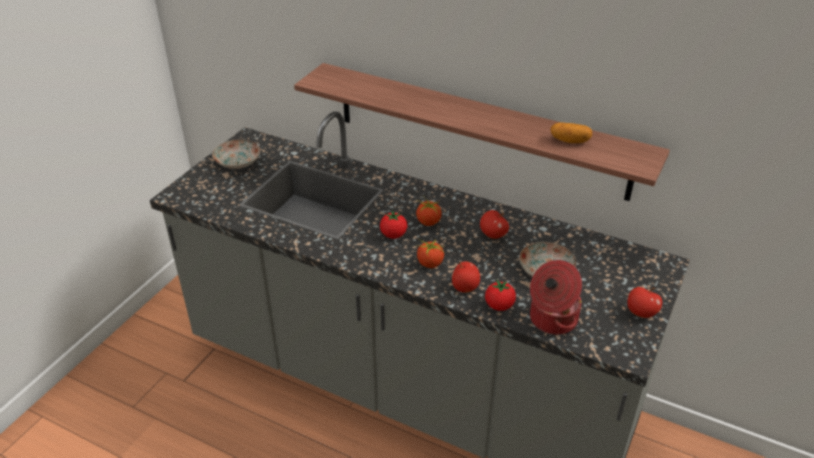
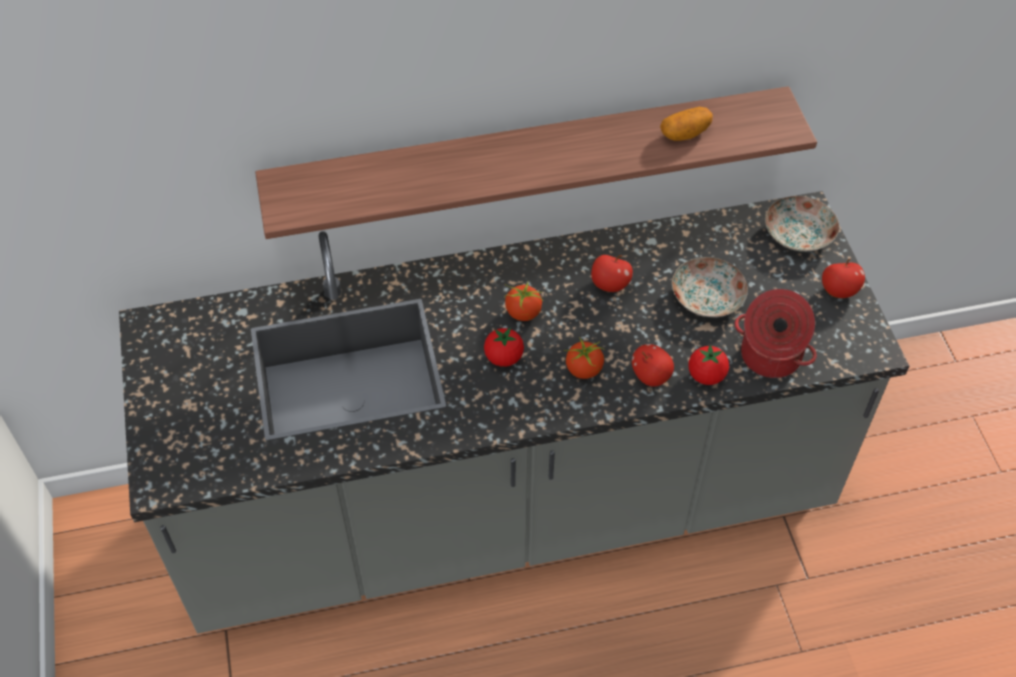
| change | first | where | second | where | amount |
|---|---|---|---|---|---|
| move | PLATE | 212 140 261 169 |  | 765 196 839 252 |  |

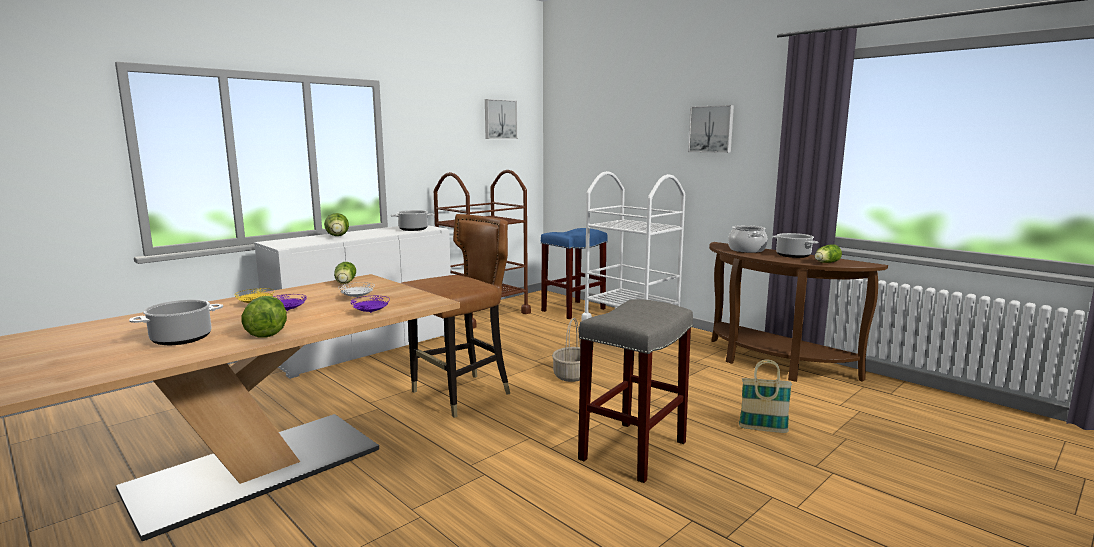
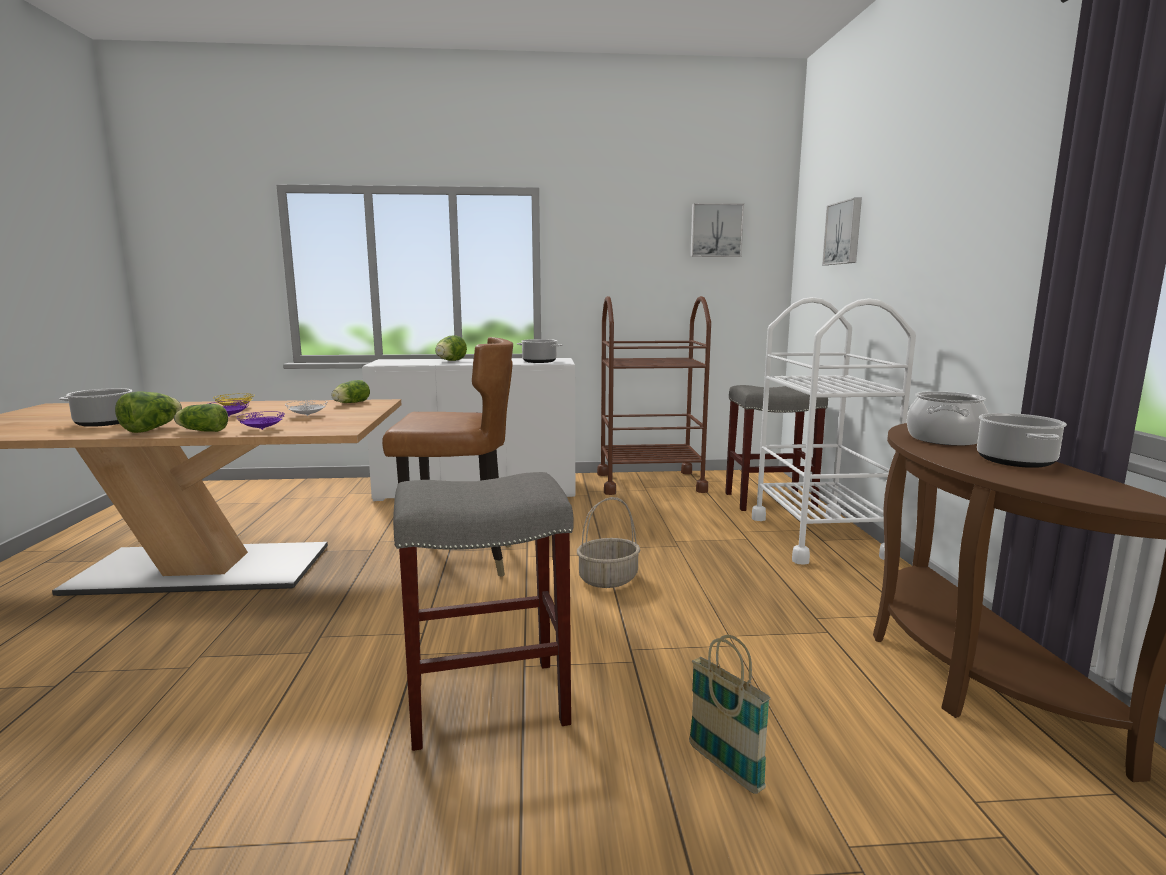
| change | first | where | second | where | amount |
|---|---|---|---|---|---|
| move | LETTUCE | 815 244 842 263 |  | 174 404 228 432 |  |
| recolor | BLUE STOOL | 541 228 608 319 | GREY STOOL | 725 385 828 511 |  |
| move | PICTURE | 688 105 734 153 |  | 822 197 862 265 |  |

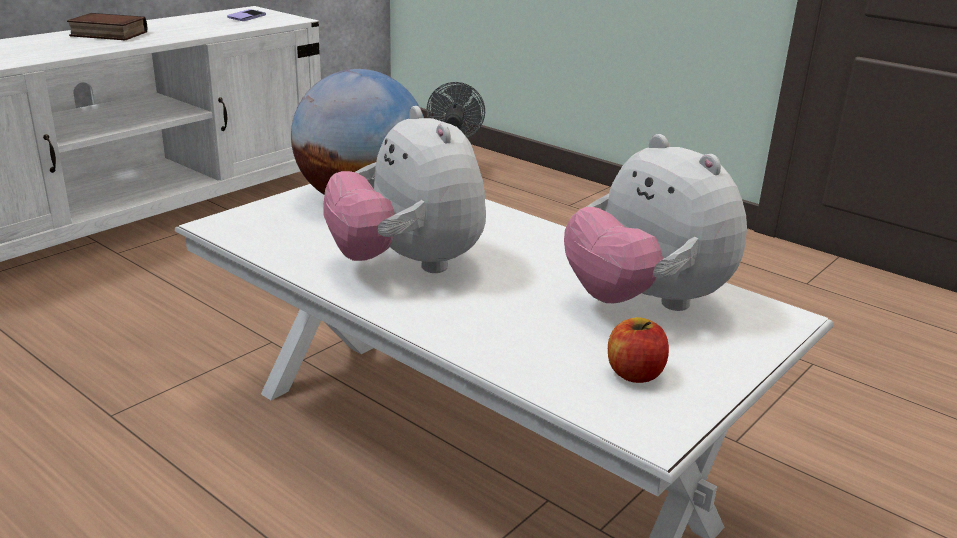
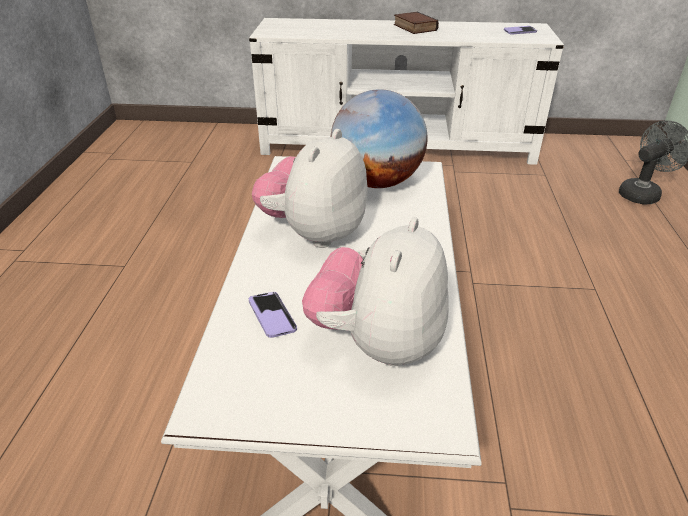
| change | first | where | second | where | amount |
|---|---|---|---|---|---|
| insert |  |  | PHONE | 249 292 297 338 |  |
| delete | APPLE | 608 317 669 383 |  |  |  |

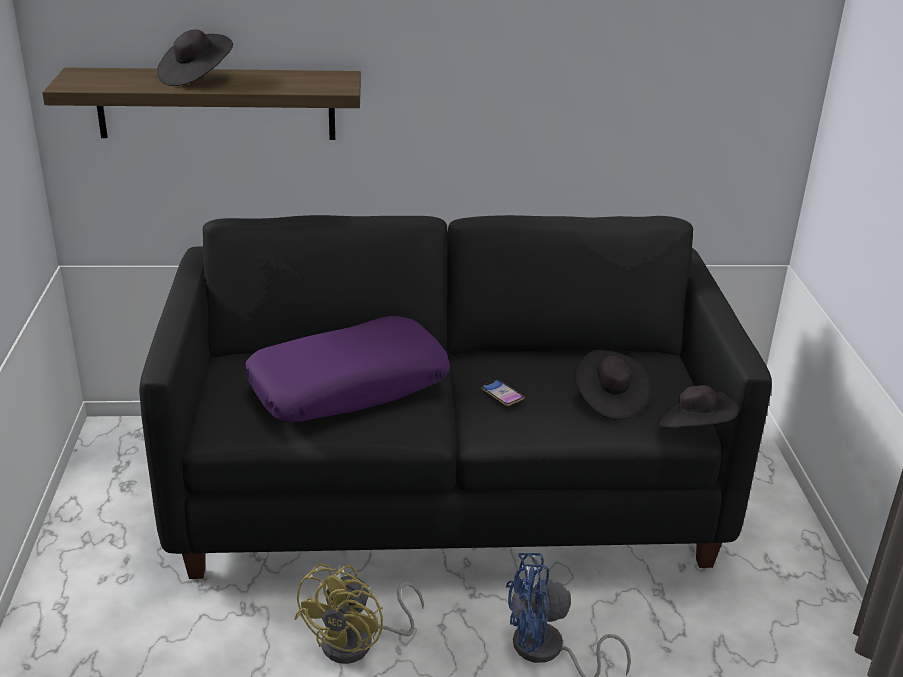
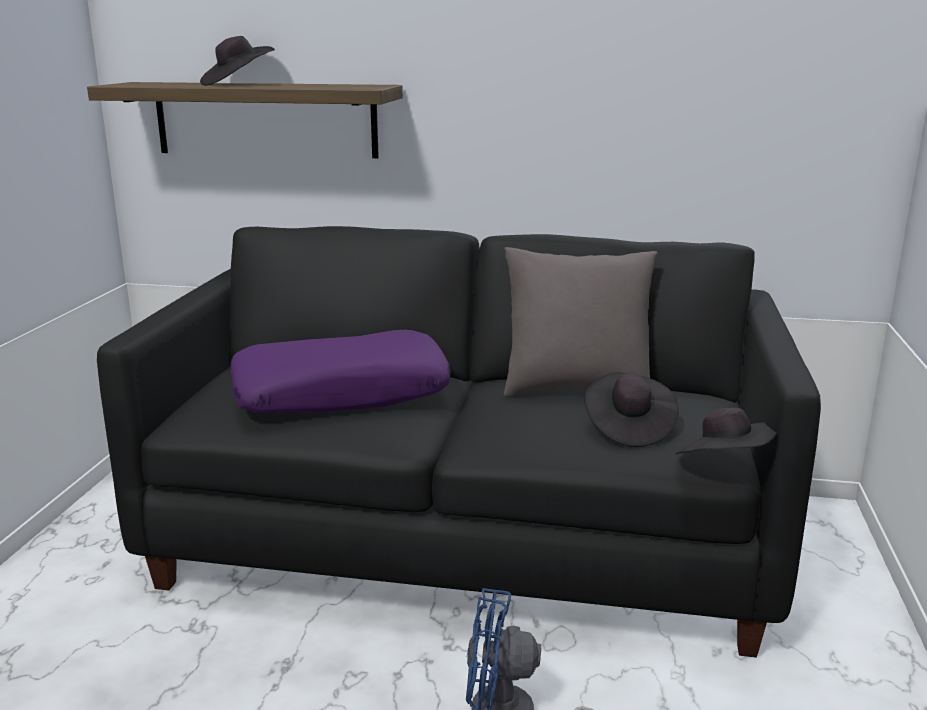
| change | first | where | second | where | amount |
|---|---|---|---|---|---|
| insert |  |  | GREY PILLOW | 504 247 658 396 |  |
| delete | YELLOW FAN | 294 564 424 664 |  |  |  |
| delete | PHONE | 481 380 525 406 |  |  |  |

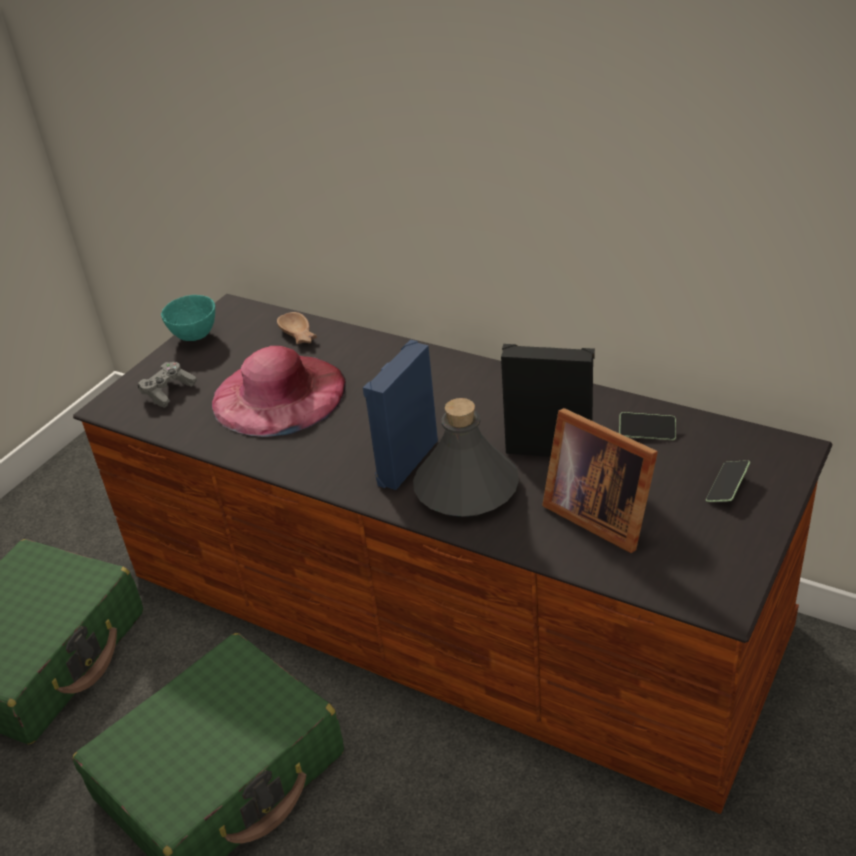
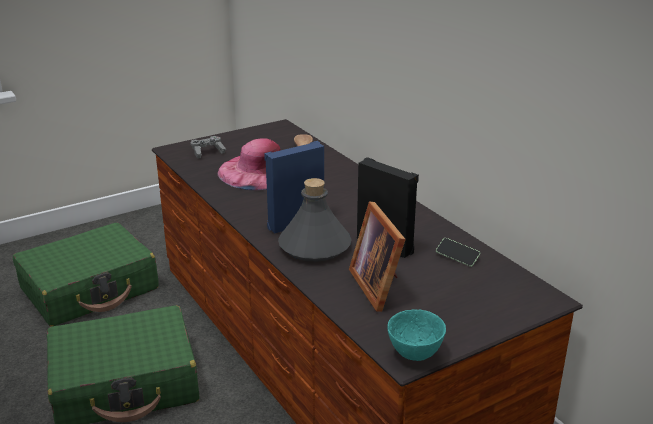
| change | first | where | second | where | amount |
|---|---|---|---|---|---|
| move | TURQUOISE BOWL | 161 295 215 341 |  | 388 309 446 361 |  |
| delete | PHONE | 706 460 750 502 |  |  |  |

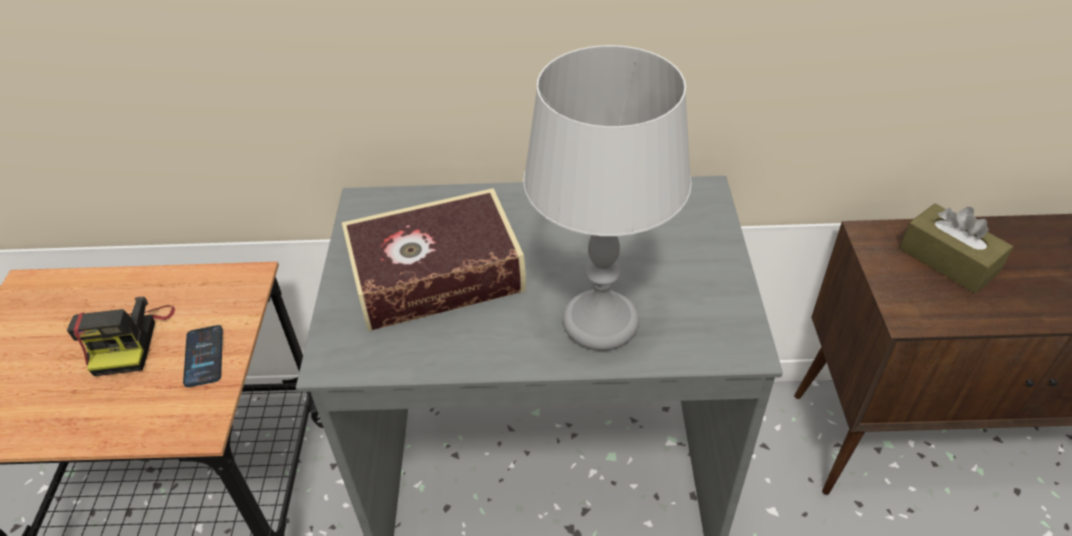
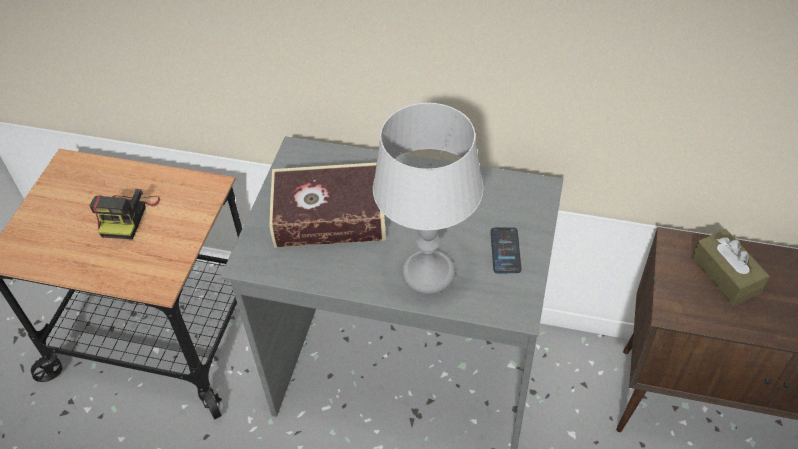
| change | first | where | second | where | amount |
|---|---|---|---|---|---|
| move | PHONE | 183 325 223 387 |  | 491 227 521 273 |  |

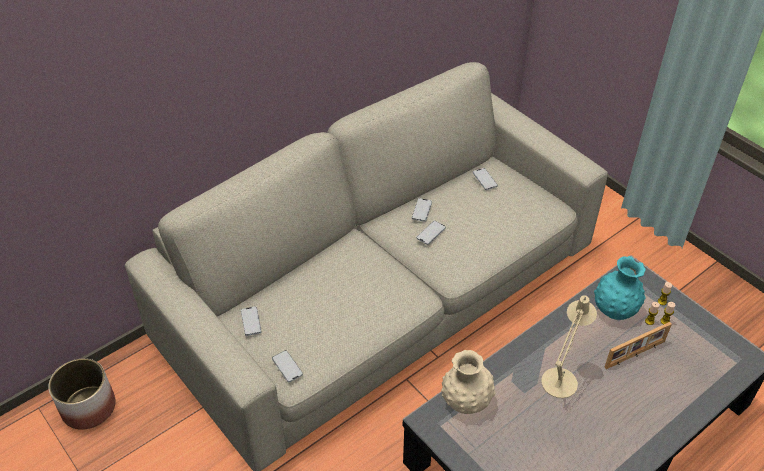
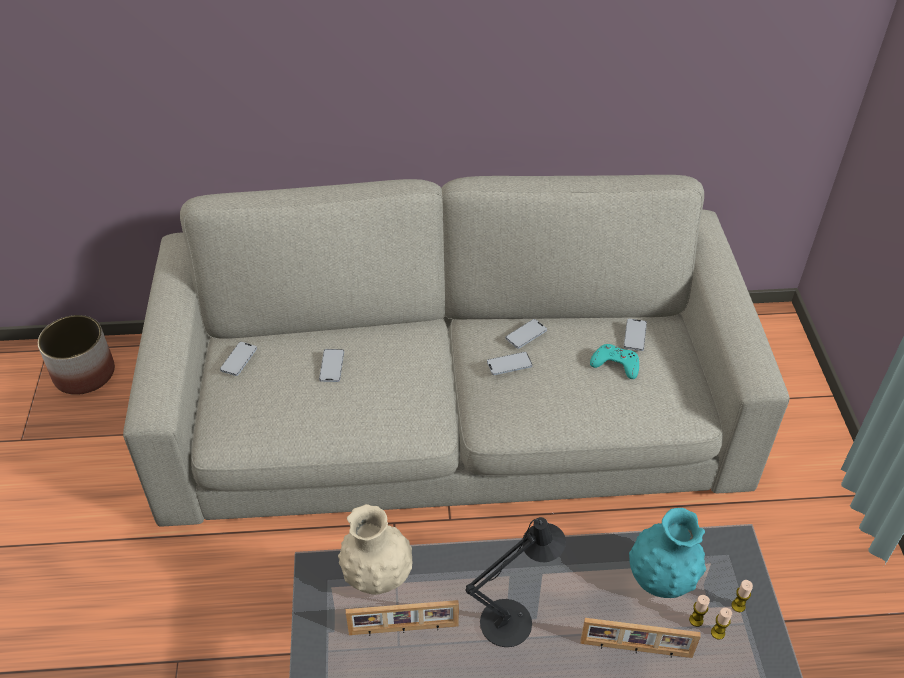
| change | first | where | second | where | amount |
|---|---|---|---|---|---|
| move | PHONE | 272 350 303 382 |  | 319 349 344 382 |  |
| insert |  |  | PICTURE FRAME | 346 600 459 636 |  |
| recolor | BEIGE TABLE LAMP | 541 295 597 398 | BLACK TABLE LAMP | 465 517 566 647 |  |
| insert |  |  | TURQUOISE GAME CONTROLLER | 590 344 639 379 |  |

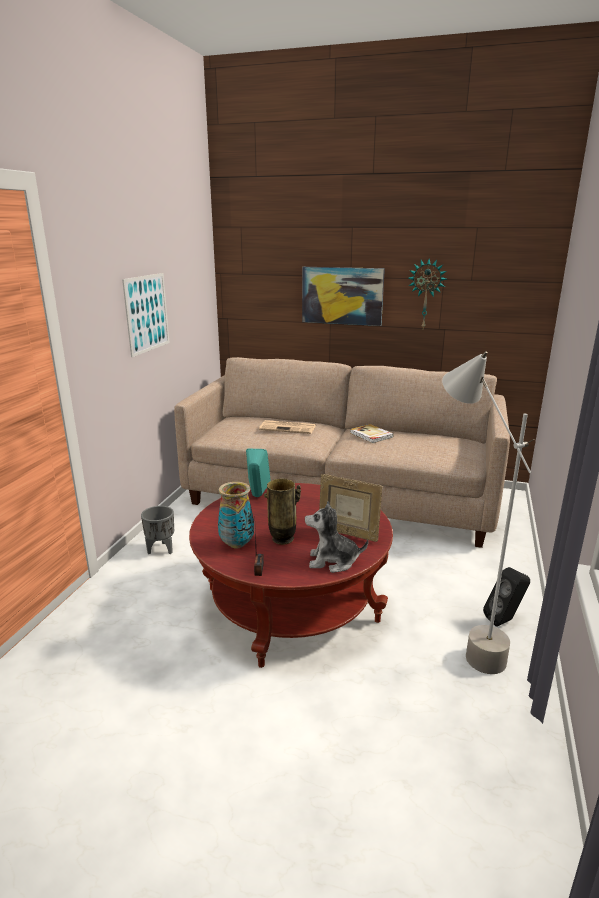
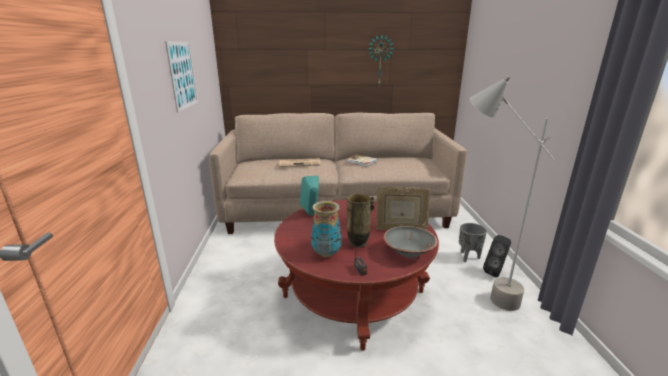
| change | first | where | second | where | amount |
|---|---|---|---|---|---|
| replace | PLUSH TOY | 305 501 368 573 | GREY BOWL | 384 226 438 258 |  |
| move | GREY PLANTER | 141 506 174 554 |  | 459 223 487 262 |  |
| delete | PICTURE | 302 267 385 326 |  |  |  |

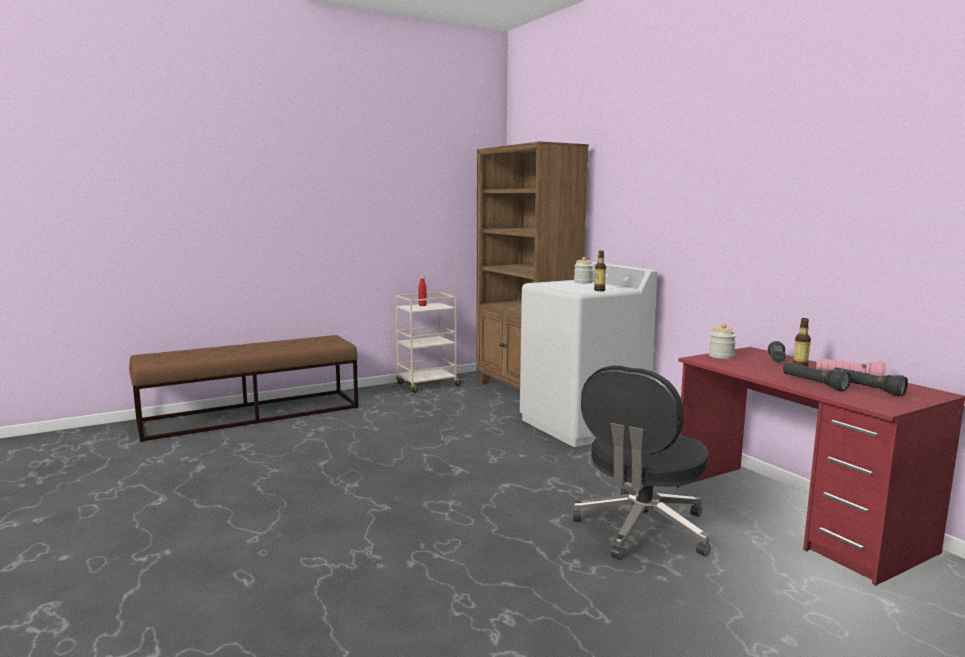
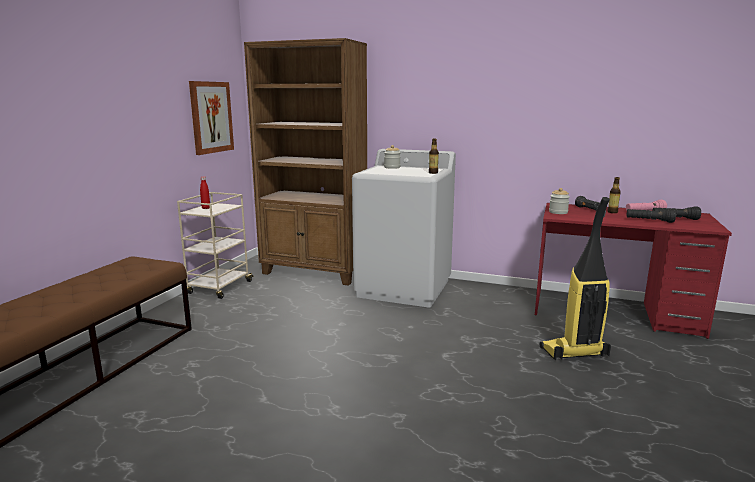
| change | first | where | second | where | amount |
|---|---|---|---|---|---|
| insert |  |  | PICTURE | 189 81 234 155 |  |
| replace | BLACK OFFICE CHAIR | 572 366 710 560 | VACUUM CLEANER | 539 197 611 360 |  |

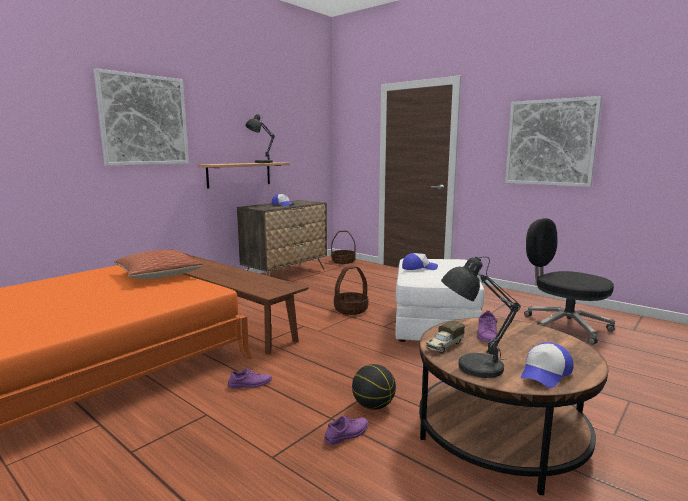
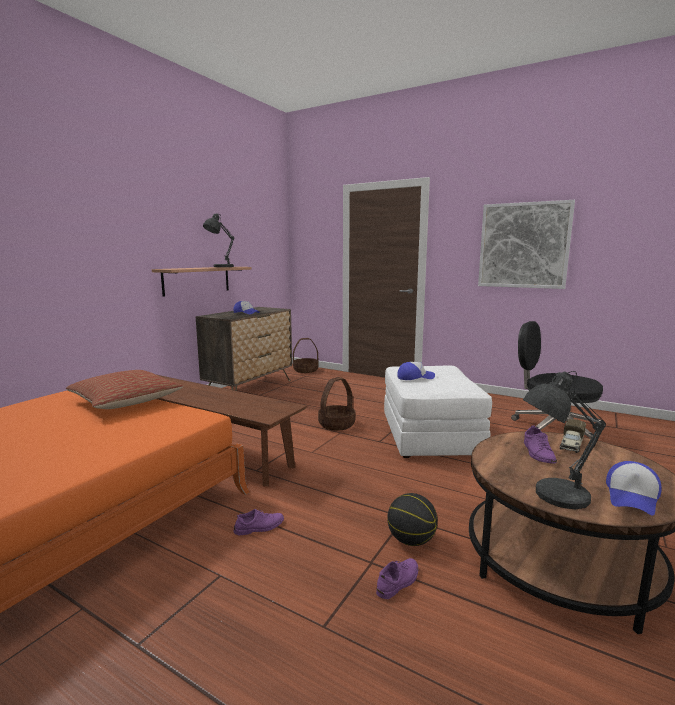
| change | first | where | second | where | amount |
|---|---|---|---|---|---|
| move | TOY TRUCK | 426 320 465 353 |  | 560 419 586 453 |  |
| delete | PICTURE | 94 68 189 166 |  |  |  |

